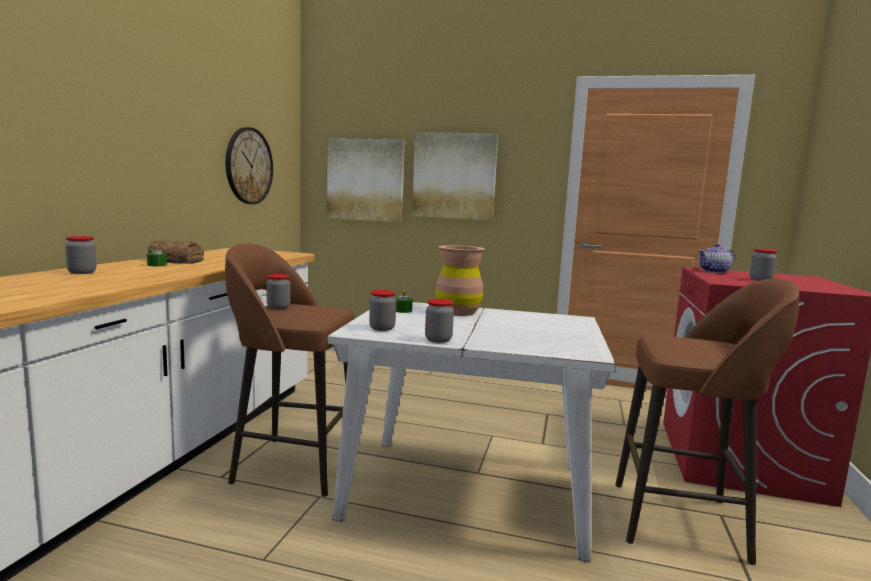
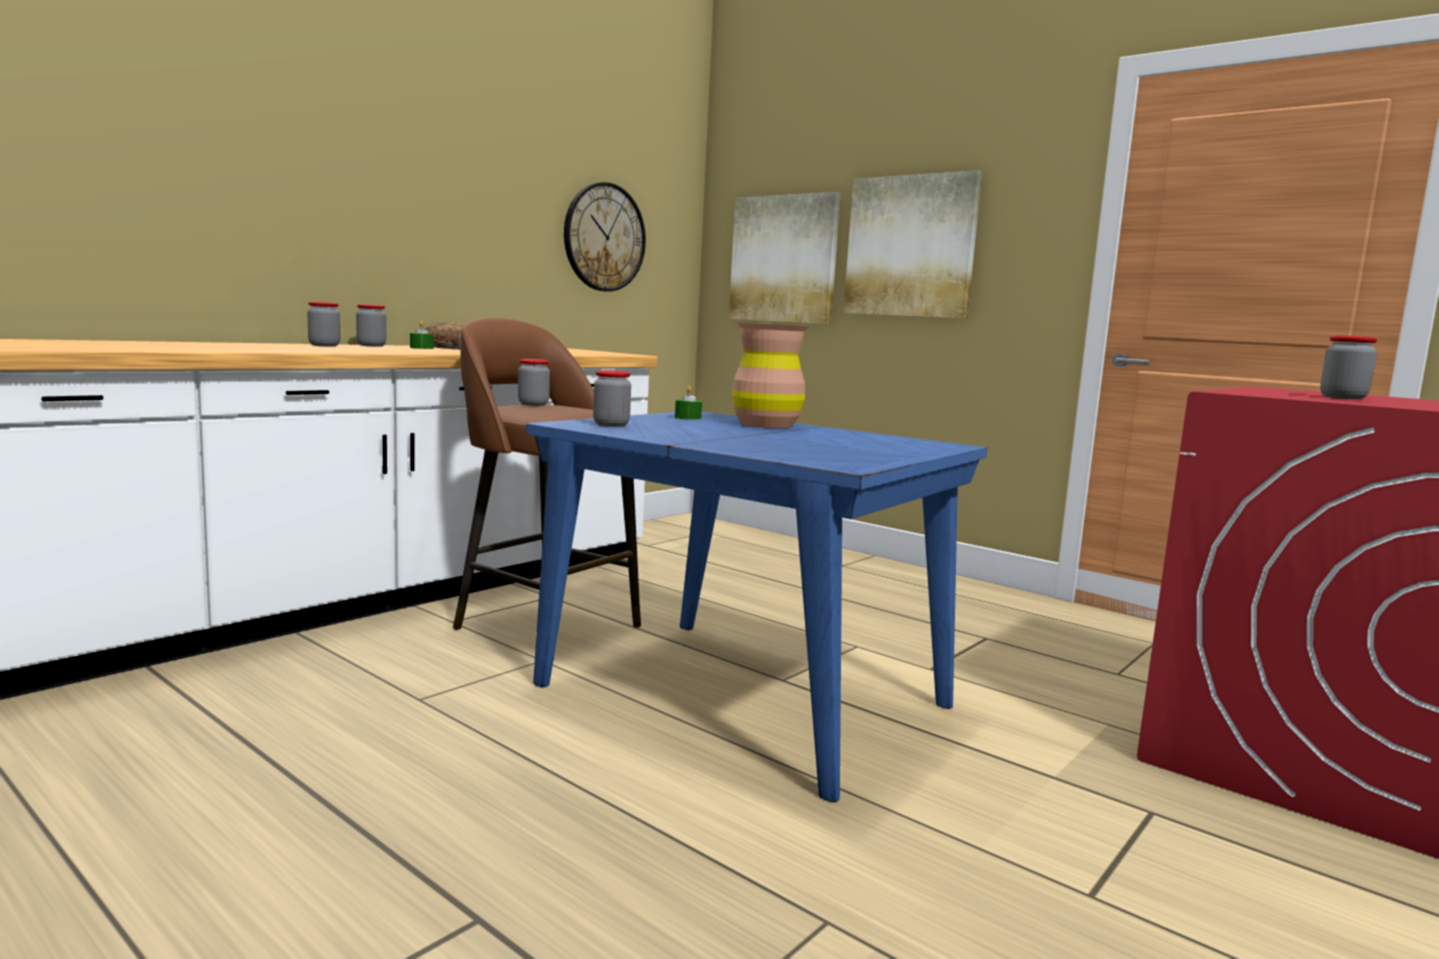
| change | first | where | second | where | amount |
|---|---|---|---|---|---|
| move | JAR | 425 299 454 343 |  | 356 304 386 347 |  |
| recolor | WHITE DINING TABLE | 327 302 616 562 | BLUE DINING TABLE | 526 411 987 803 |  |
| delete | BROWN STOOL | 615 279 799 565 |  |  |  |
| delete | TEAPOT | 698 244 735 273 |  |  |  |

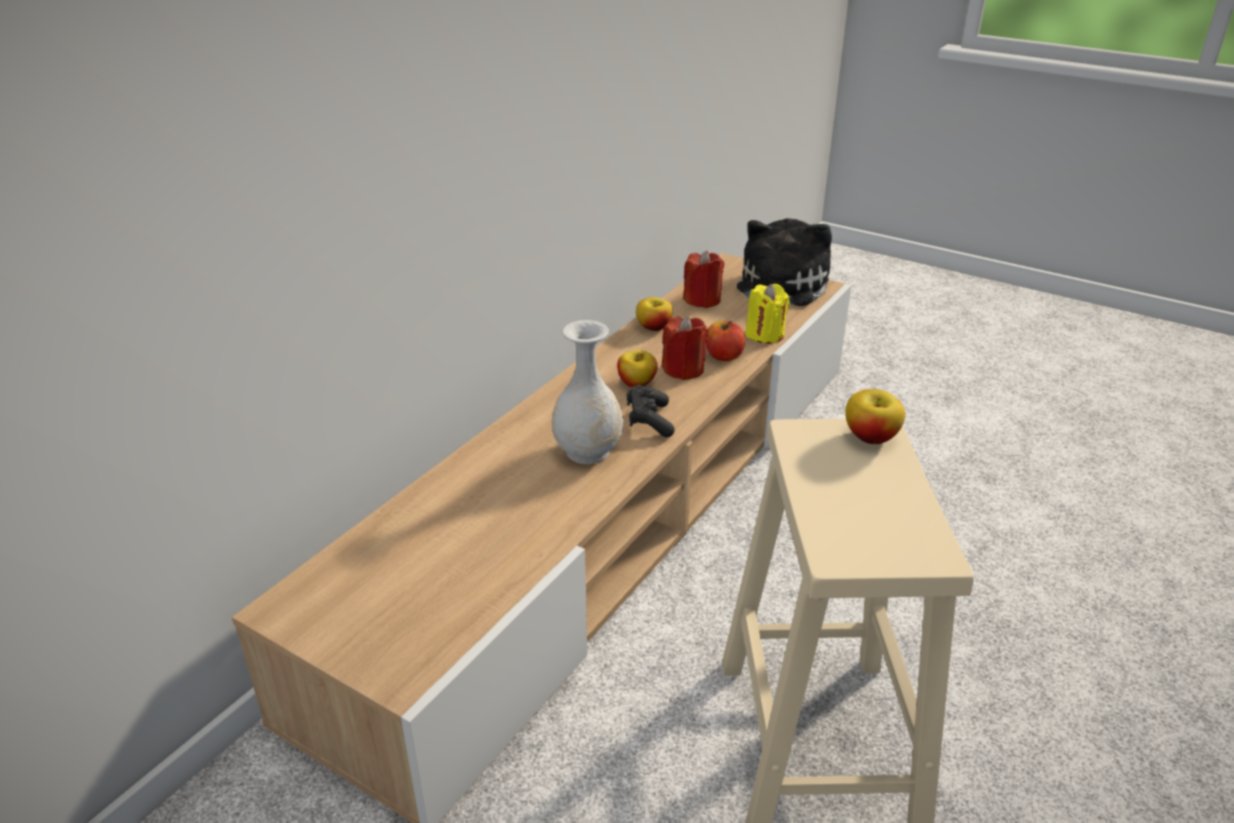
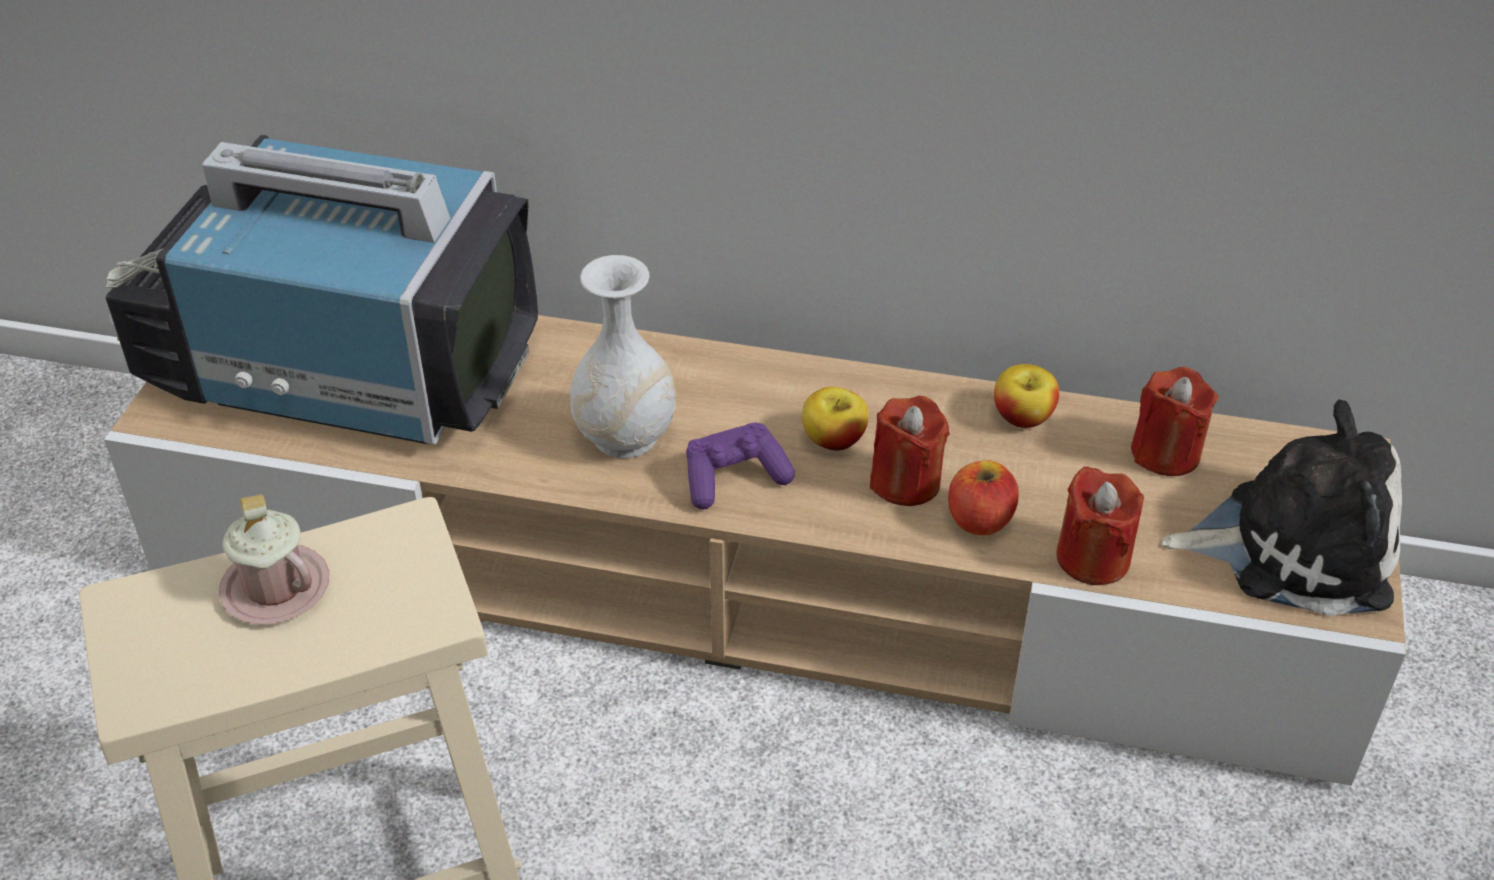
| change | first | where | second | where | amount |
|---|---|---|---|---|---|
| insert |  |  | TELEVISION | 106 135 538 445 |  |
| insert |  |  | PINK MUG | 219 494 329 625 |  |
| recolor | BLACK GAME CONTROLLER | 627 385 675 437 | PURPLE GAME CONTROLLER | 686 423 795 510 |  |
| recolor | YELLOW CANDLE | 745 284 790 344 | RED CANDLE | 1056 467 1144 585 |  |
| delete | APPLE | 845 389 905 444 |  |  |  |

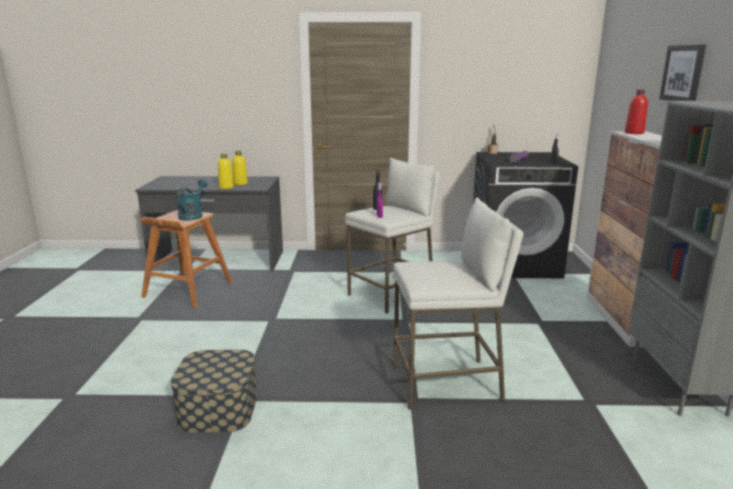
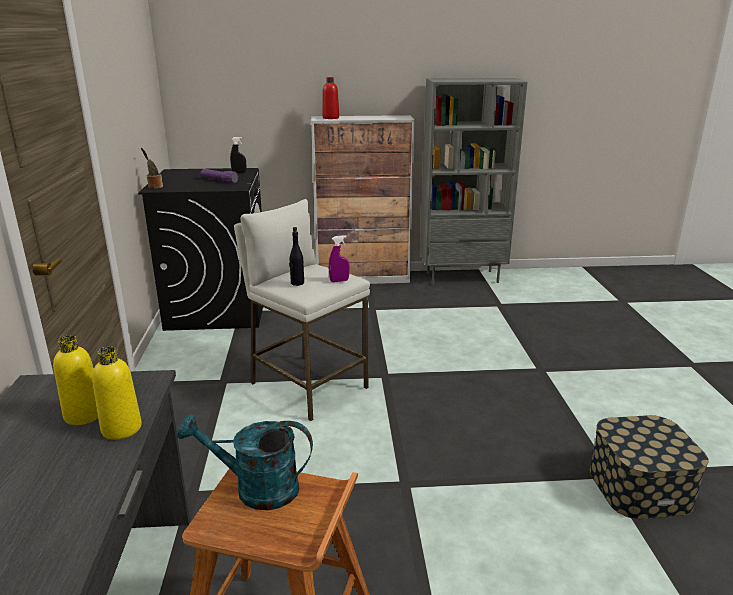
| change | first | where | second | where | amount |
|---|---|---|---|---|---|
| delete | WHITE STOOL | 393 197 524 410 |  |  |  |
| delete | PICTURE | 659 44 706 101 |  |  |  |

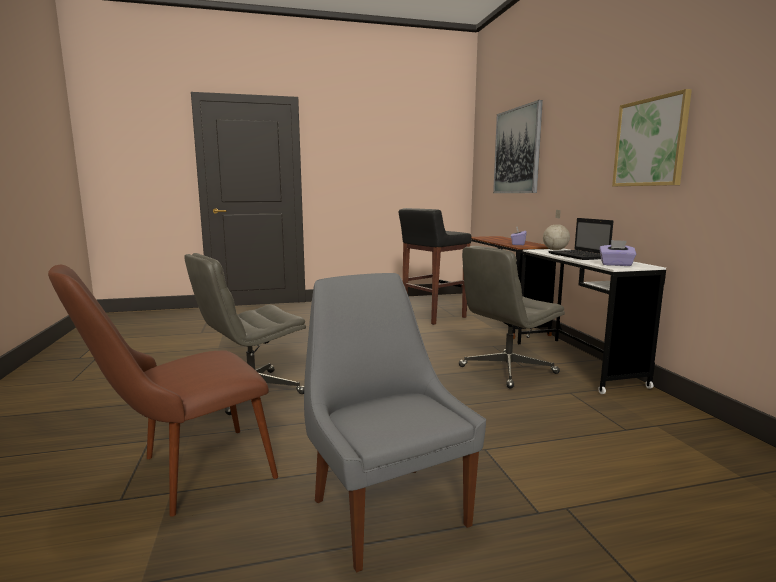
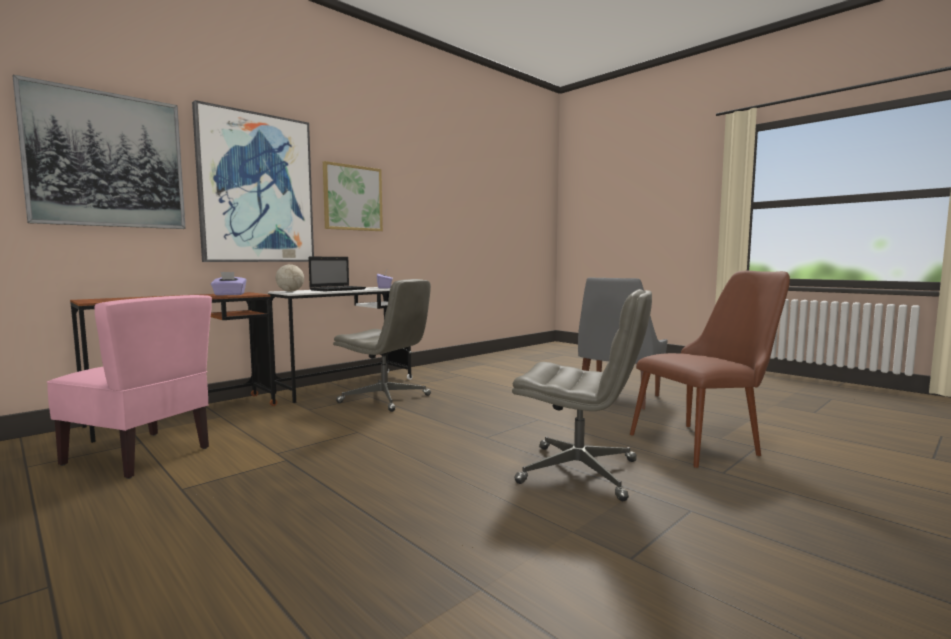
| change | first | where | second | where | amount |
|---|---|---|---|---|---|
| replace | BLACK STOOL | 399 208 472 325 | PINK CHAIR | 46 295 212 479 |  |
| insert |  |  | PICTURE | 192 100 314 262 |  |
| rotate | BROWN CHAIR | 48 265 278 517 |  | 630 271 790 468 | 45 degrees counterclockwise |

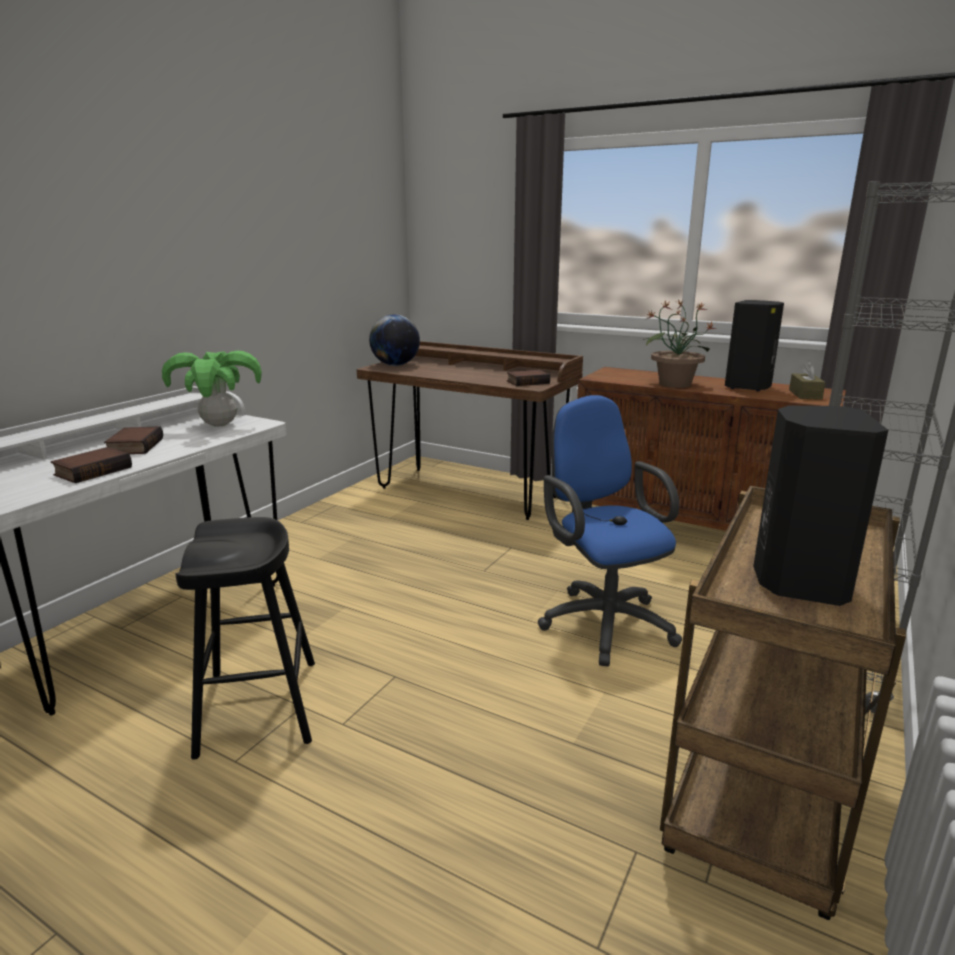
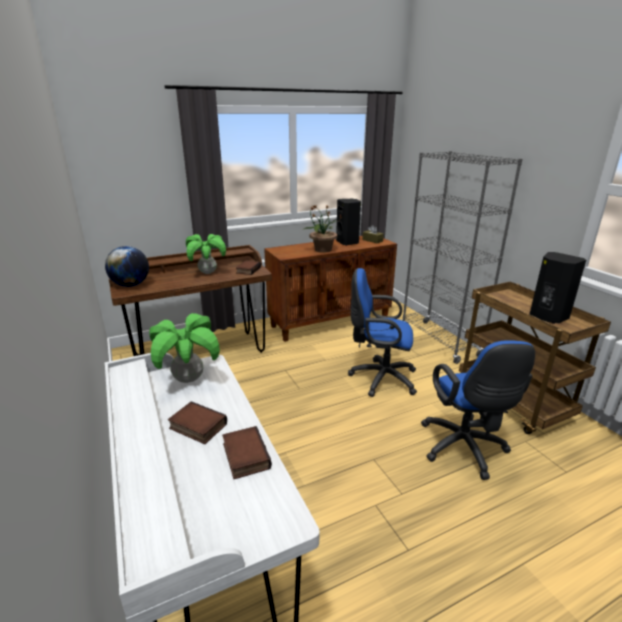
| change | first | where | second | where | amount |
|---|---|---|---|---|---|
| insert |  |  | POTTED PLANT | 186 234 226 274 |  |
| insert |  |  | BLUE OFFICE CHAIR | 421 340 535 480 |  |
| delete | BLACK STOOL | 175 517 315 760 |  |  |  |

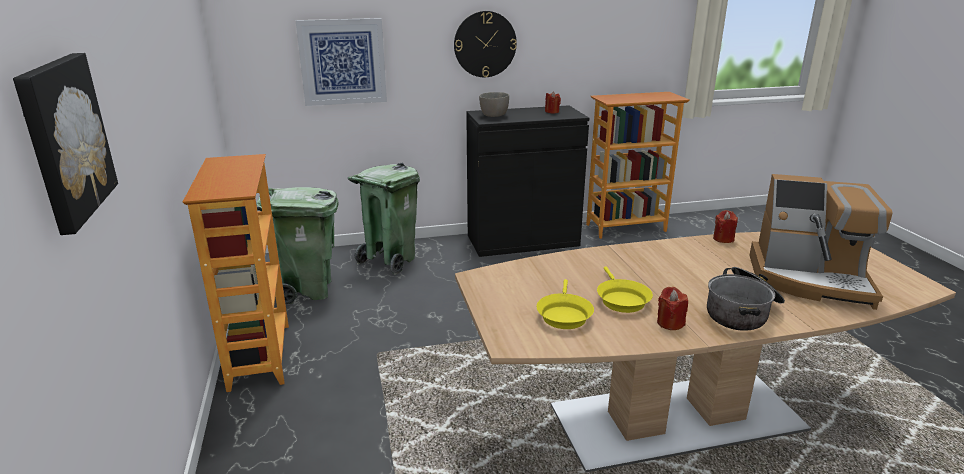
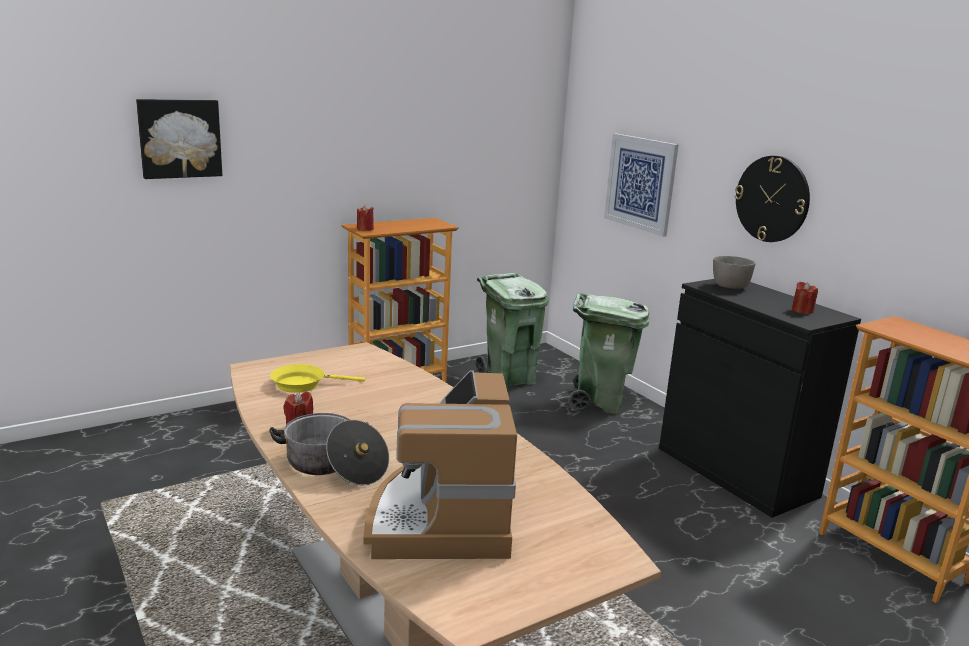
| change | first | where | second | where | amount |
|---|---|---|---|---|---|
| move | RED CANDLE | 713 210 738 243 |  | 357 205 374 231 |  |
| delete | YELLOW FRYING PAN | 597 266 653 313 |  |  |  |

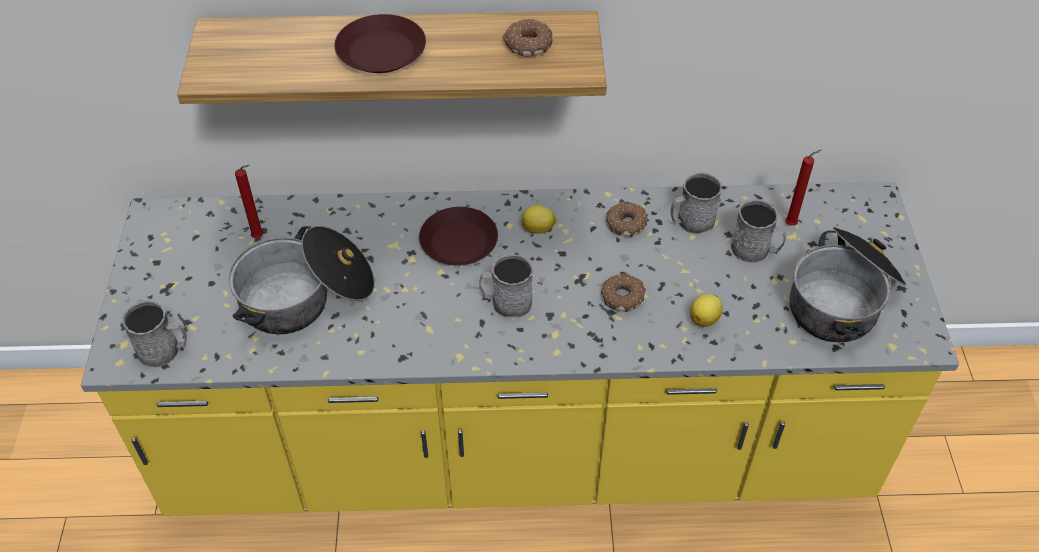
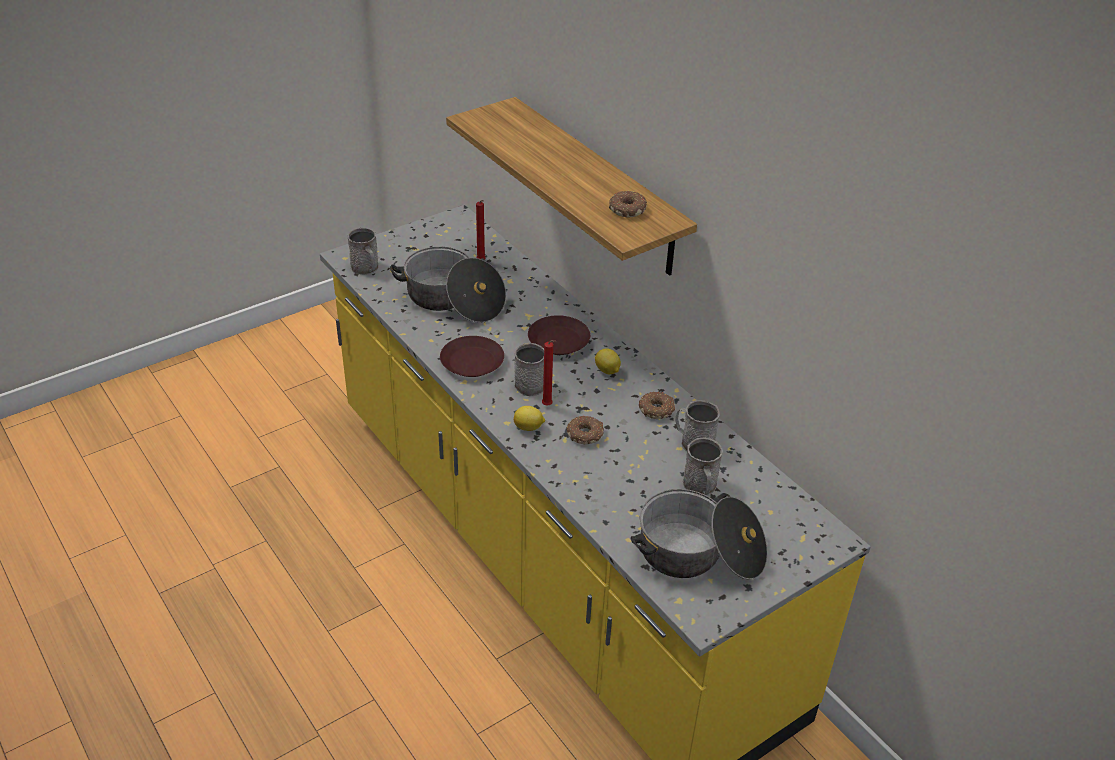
| change | first | where | second | where | amount |
|---|---|---|---|---|---|
| move | BROWN PLATE | 334 14 426 73 |  | 440 336 504 377 |  |
| move | LEMON | 690 294 723 327 |  | 513 406 545 431 |  |
| move | RED CANDLE | 785 150 821 226 |  | 542 340 556 405 |  |

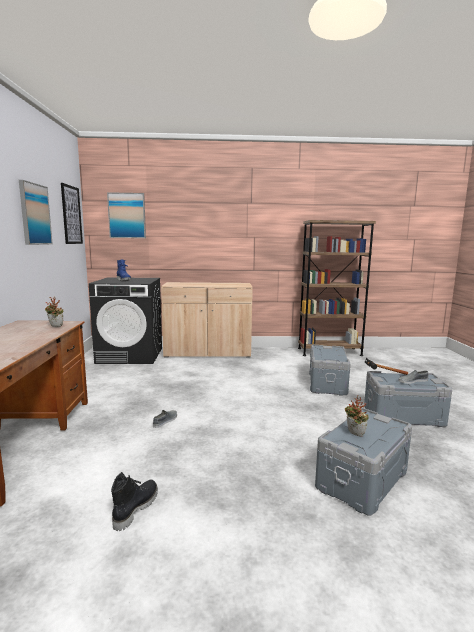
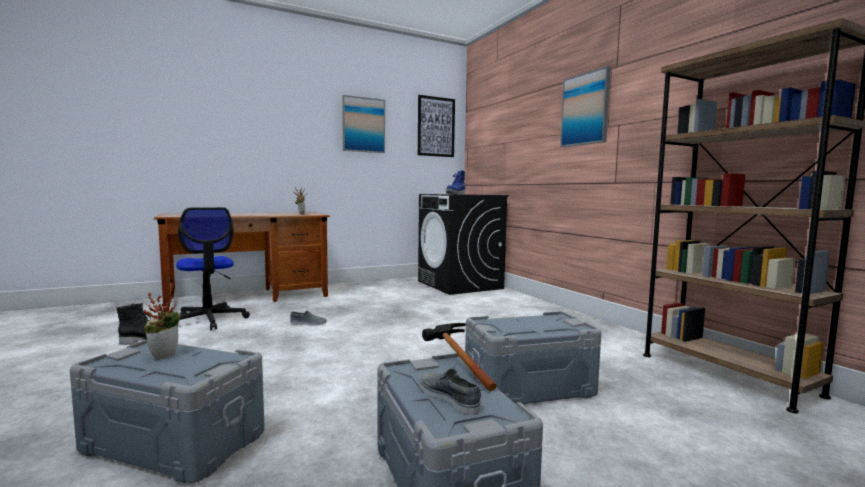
| change | first | where | second | where | amount |
|---|---|---|---|---|---|
| insert |  |  | OFFICE CHAIR | 176 207 250 330 |  |
| move | PICTURE | 107 192 146 238 |  | 560 66 611 147 |  |
| delete | BEIGE CABINET | 161 282 253 358 |  |  |  |

